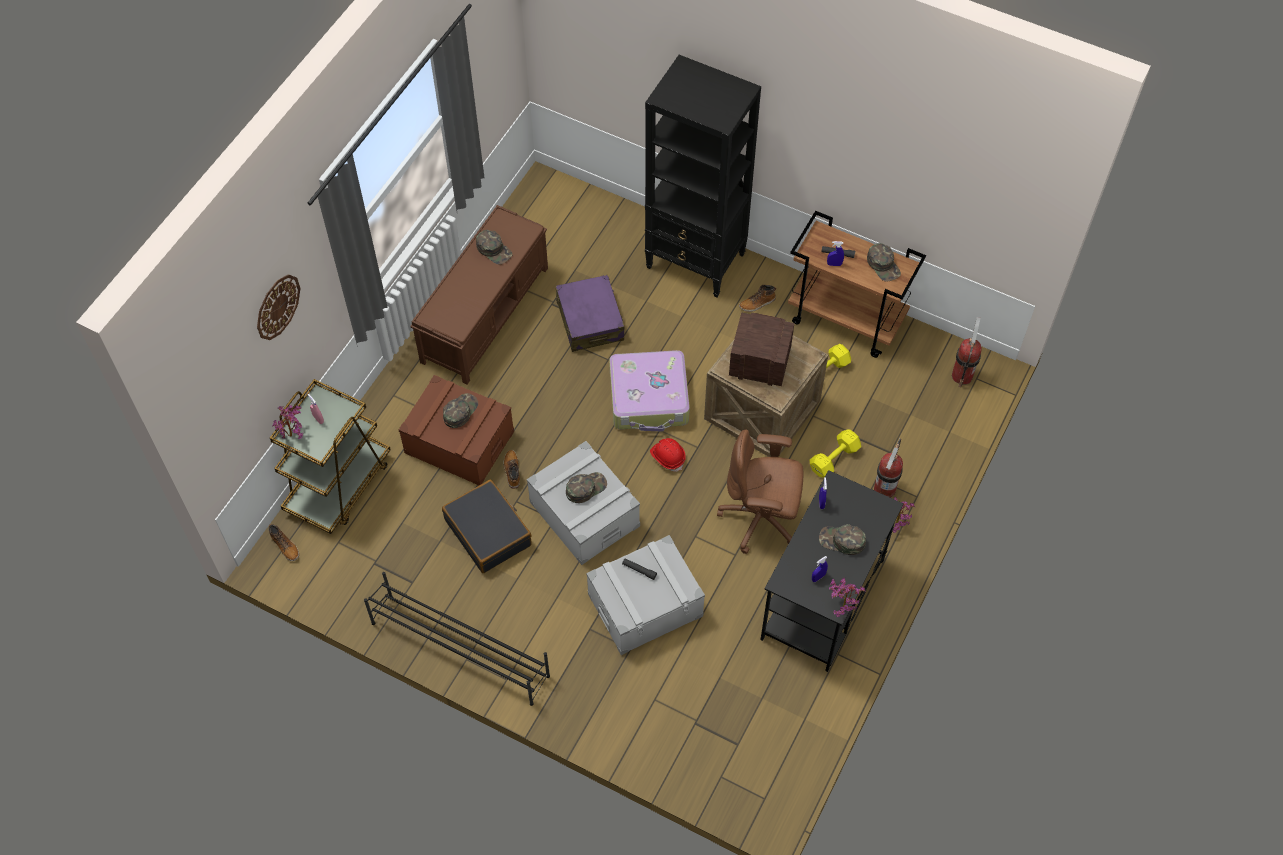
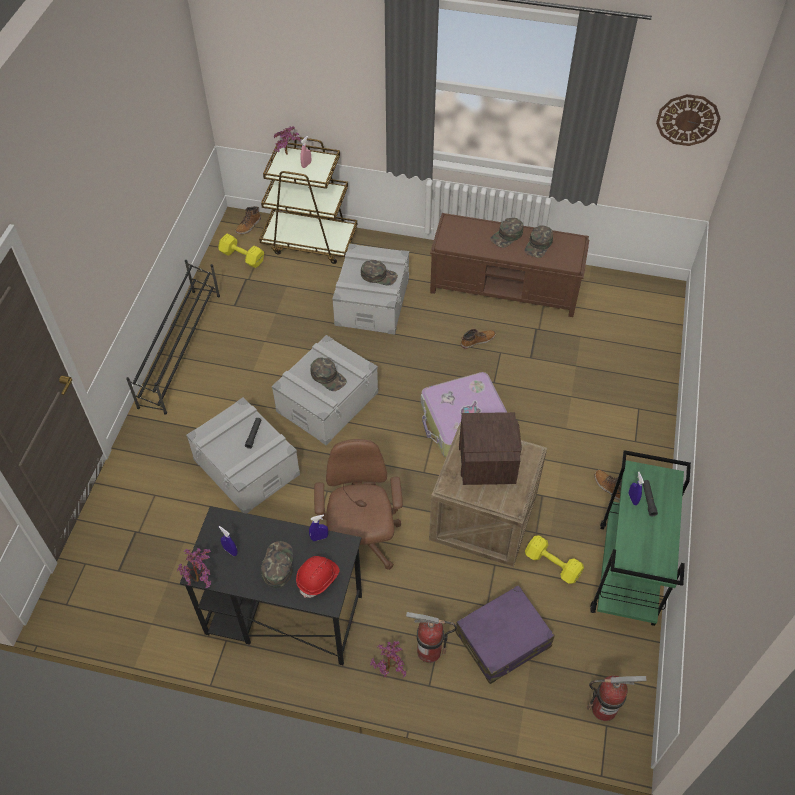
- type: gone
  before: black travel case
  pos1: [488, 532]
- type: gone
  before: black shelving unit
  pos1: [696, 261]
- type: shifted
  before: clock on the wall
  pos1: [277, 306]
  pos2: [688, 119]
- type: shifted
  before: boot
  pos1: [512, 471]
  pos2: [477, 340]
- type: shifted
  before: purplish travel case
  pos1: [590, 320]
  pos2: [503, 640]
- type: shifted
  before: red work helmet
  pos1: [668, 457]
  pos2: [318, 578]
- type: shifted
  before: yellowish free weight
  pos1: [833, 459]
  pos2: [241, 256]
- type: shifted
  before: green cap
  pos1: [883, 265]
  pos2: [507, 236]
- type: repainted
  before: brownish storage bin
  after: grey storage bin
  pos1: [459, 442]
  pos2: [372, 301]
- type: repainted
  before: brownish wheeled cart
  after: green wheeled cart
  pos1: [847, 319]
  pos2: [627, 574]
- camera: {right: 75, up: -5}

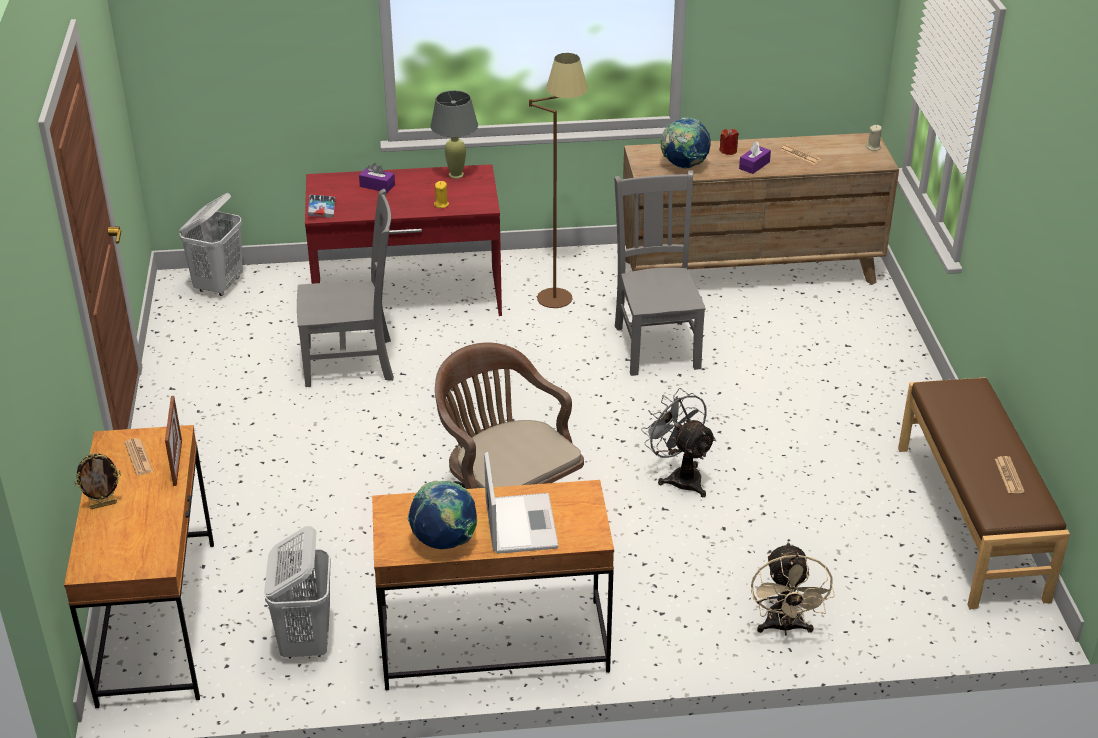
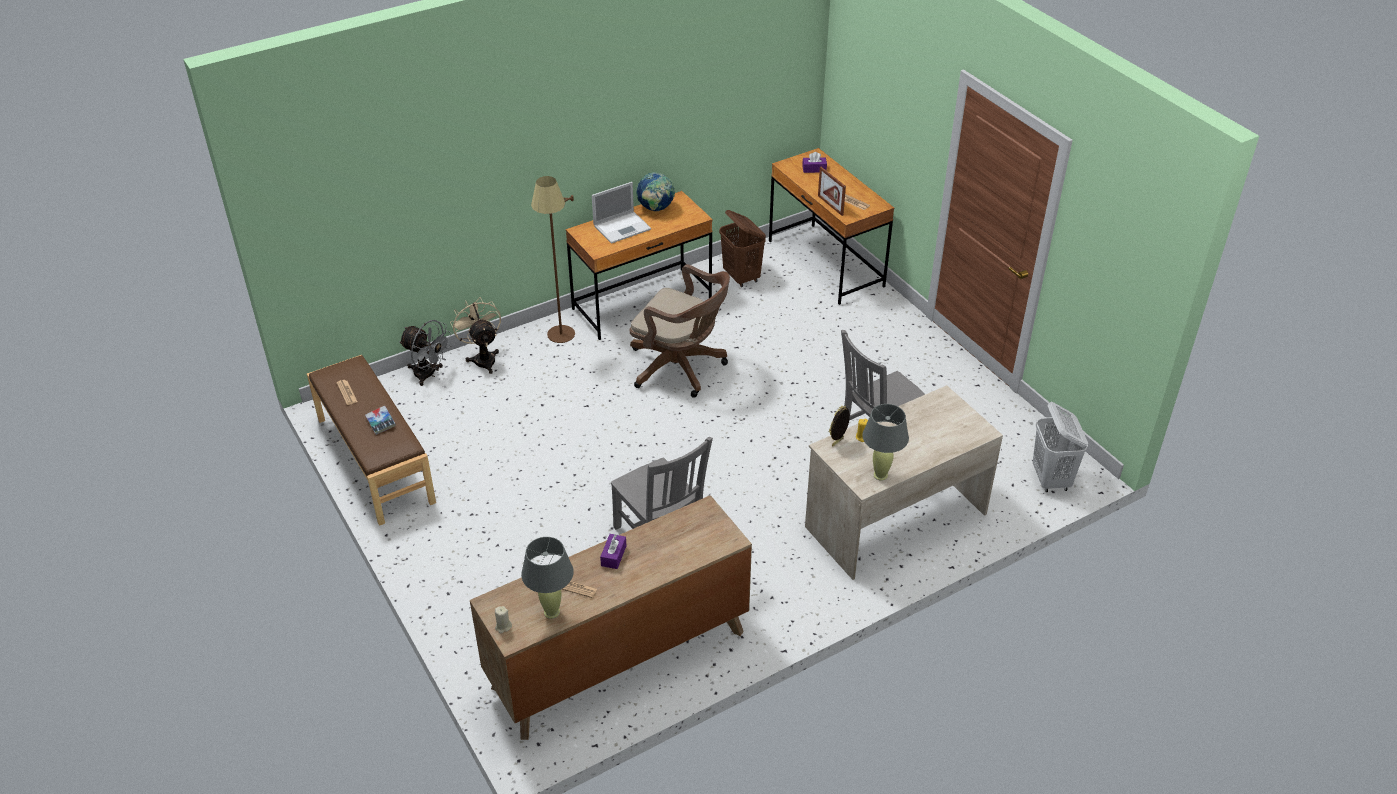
- type: gone
  before: globe
  pos1: [684, 166]
- type: gone
  before: red wax candle
  pos1: [728, 151]
- type: new
  after: grey lamp for a table
  pos2: [551, 612]
- type: shifted
  before: standing frame
  pos1: [103, 505]
  pos2: [838, 442]
- type: shifted
  before: book
  pos1: [322, 209]
  pos2: [380, 422]
- type: shifted
  before: purplish tissue box
  pos1: [377, 186]
  pos2: [814, 169]
- type: shifted
  before: brownish standard lamp
  pos1: [559, 289]
  pos2: [562, 342]
- type: shifted
  before: grey fan
  pos1: [680, 476]
  pos2: [429, 375]
- type: repainted
  before: white-coloured washing basket
  after: brownish washing basket
  pos1: [306, 641]
  pos2: [741, 277]
- type: repainted
  before: red desk unit
  after: beige desk unit
  pos1: [408, 297]
  pos2: [895, 519]
- type: rotated
  before: notebook computer
  pos1: [520, 523]
  pos2: [623, 227]
  turn: -90
- camera: {right: 155, up: 5}

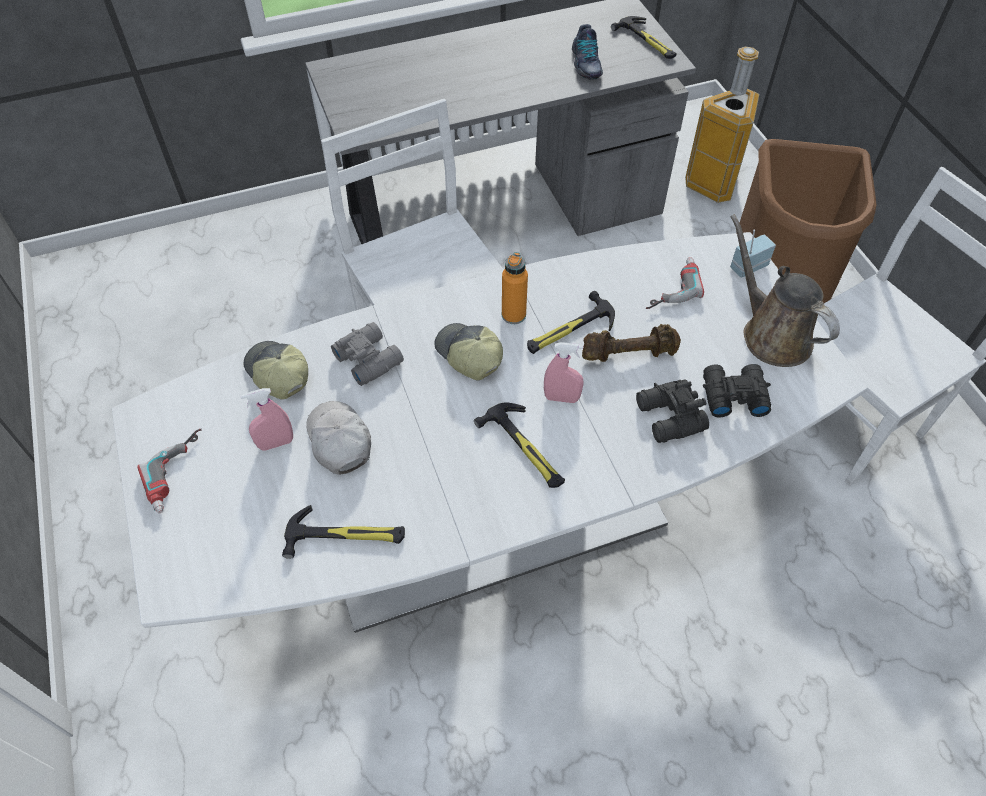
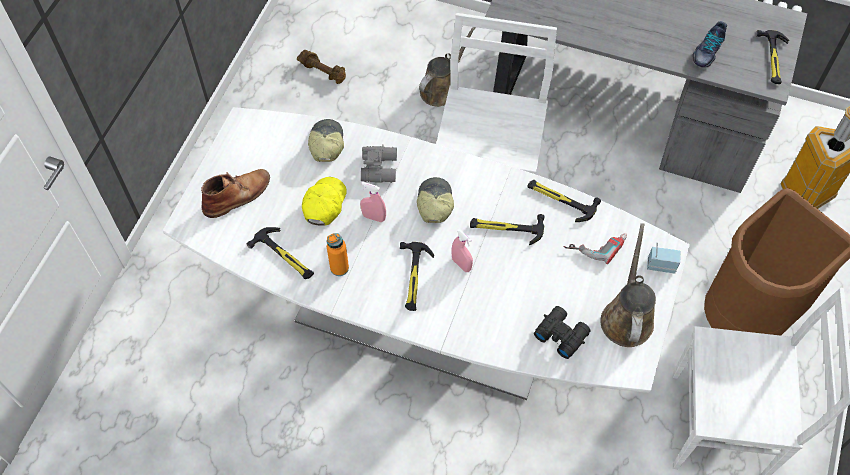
- type: gone
  before: power drill
  pos1: [180, 474]
- type: gone
  before: black binoculars
  pos1: [669, 418]
- type: new
  after: brownish boot
  pos2: [238, 195]
- type: new
  after: brownish sprinkling can
  pos2: [442, 88]
- type: new
  after: tool hammer
  pos2: [561, 200]
- type: shifted
  before: pink-coloured hand sprayer
  pos1: [276, 443]
  pos2: [374, 217]
- type: shifted
  before: orange drink bottle
  pos1: [513, 315]
  pos2: [339, 268]
- type: shifted
  before: brownish free weight
  pos1: [628, 353]
  pos2: [323, 71]
- type: repainted
  before: white-coloured cap
  after: yellowish cap
  pos1: [339, 441]
  pos2: [324, 204]
- camera: {right: 40, up: 5}

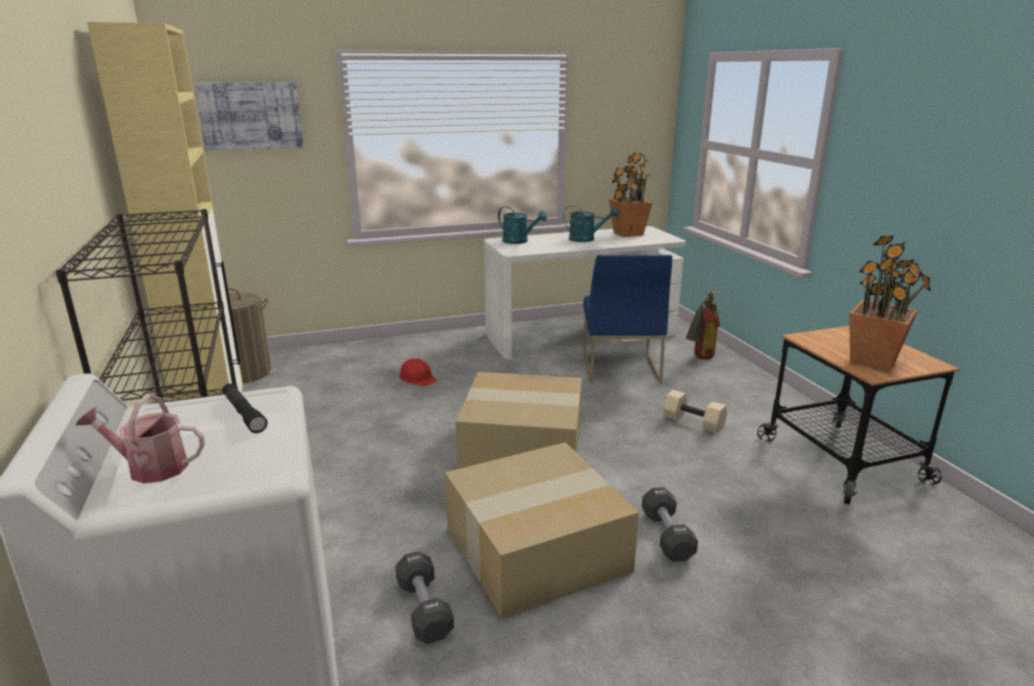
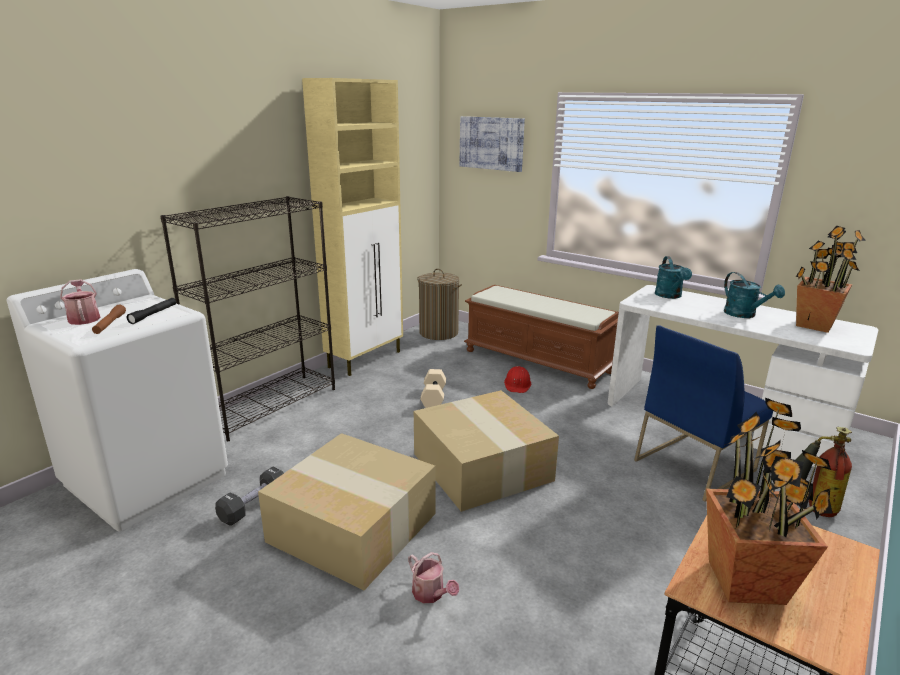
- type: new
  after: brownish hand torch
  pos2: [110, 324]
- type: new
  after: brownish bench
  pos2: [538, 361]
- type: shifted
  before: beige free weight
  pos1: [692, 422]
  pos2: [433, 397]
- type: swapped
  before: black free weight
  after: sprinkling can
  pos1: [667, 536]
  pos2: [431, 594]
- camera: {right: 55, up: 0}

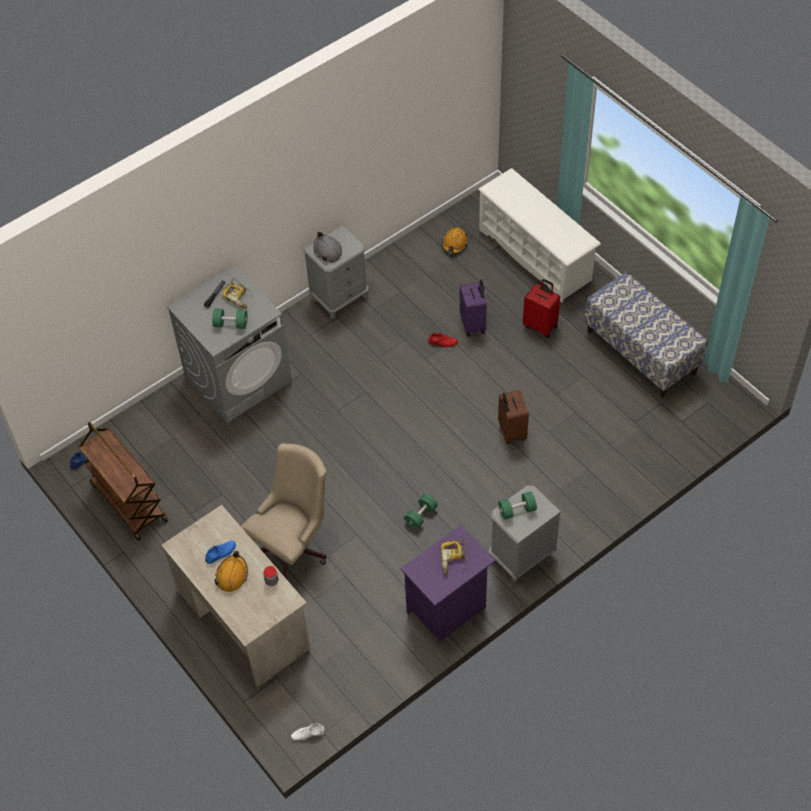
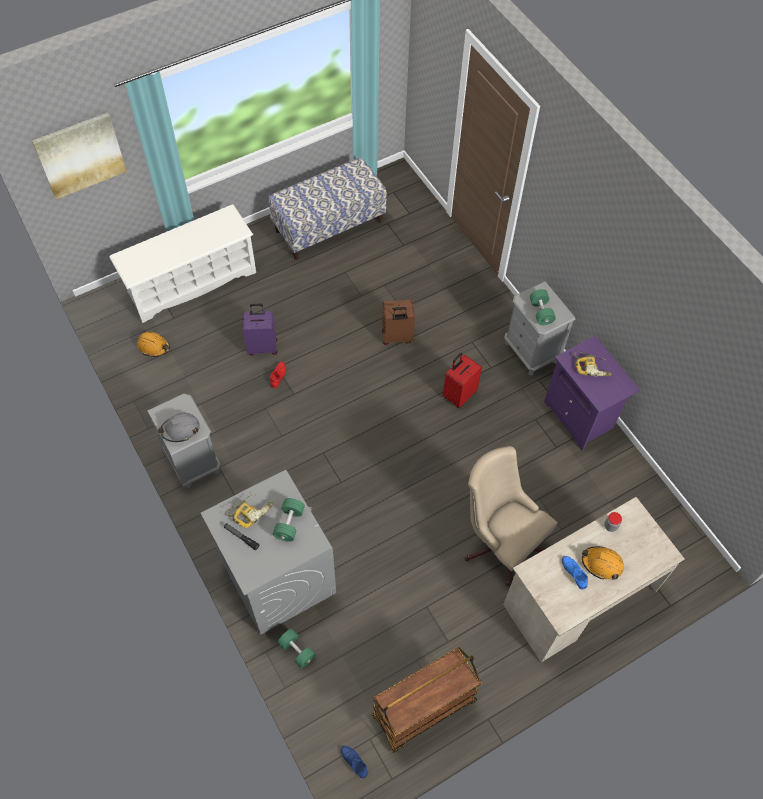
- type: gone
  before: white-coloured item of footwear
  pos1: [308, 734]
- type: new
  after: wall art
  pos2: [80, 155]
- type: shifted
  before: green free weight
  pos1: [421, 516]
  pos2: [297, 651]
- type: shifted
  before: red travel case
  pos1: [541, 326]
  pos2: [459, 394]
- camera: {right: -85, up: 5}

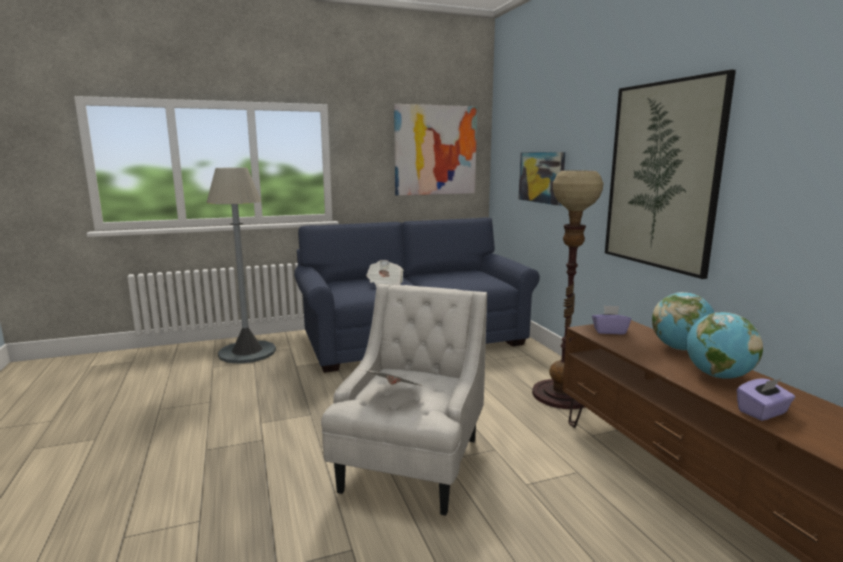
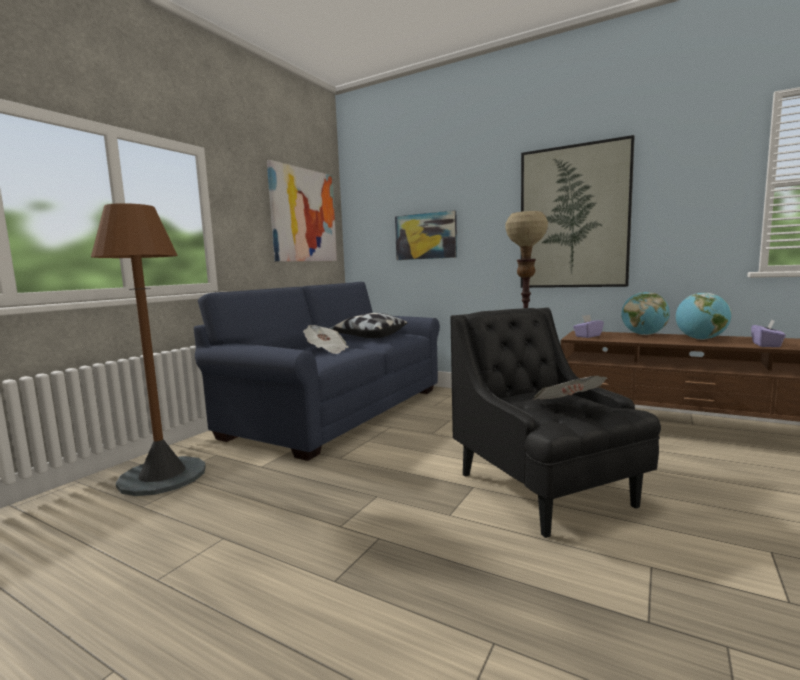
- type: new
  after: pillow
  pos2: [369, 337]
- type: repainted
  before: grey standard lamp
  after: brownish standard lamp
  pos1: [247, 352]
  pos2: [162, 476]
- type: repainted
  before: white-coloured armchair
  after: black armchair
  pos1: [411, 465]
  pos2: [545, 490]
- camera: {right: -40, up: -5}

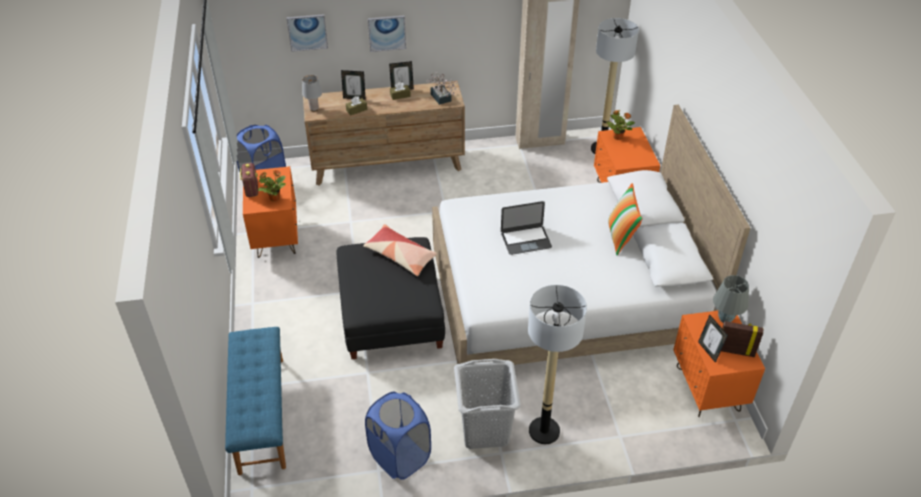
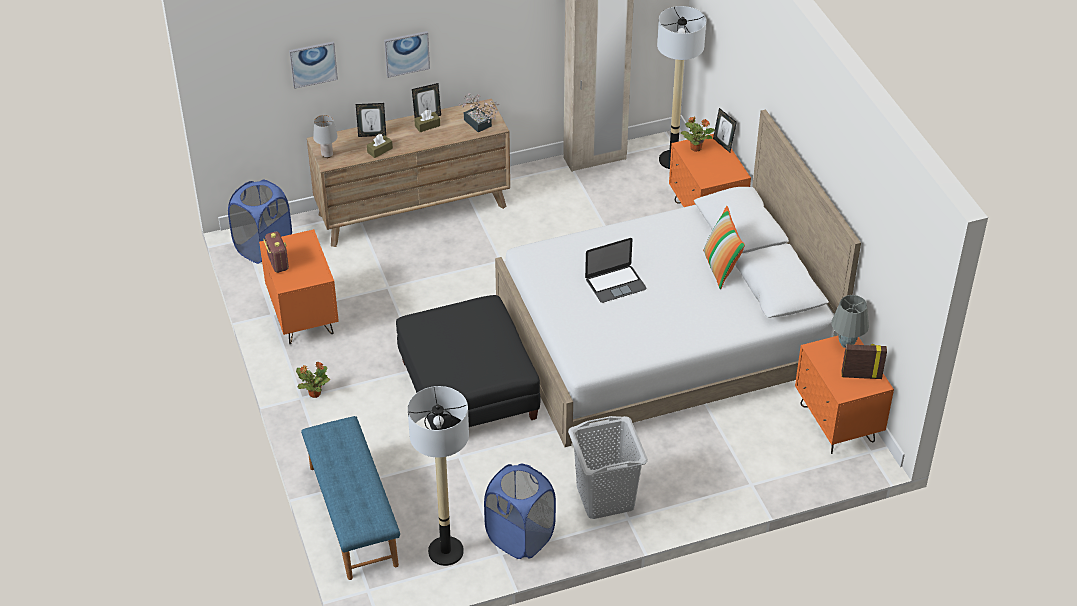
- type: gone
  before: pillow
  pos1: [400, 256]
- type: shifted
  before: houseplant
  pos1: [274, 198]
  pos2: [314, 393]
- type: shifted
  before: standard lamp
  pos1: [544, 431]
  pos2: [446, 551]
- type: shifted
  before: standing frame
  pos1: [708, 351]
  pos2: [723, 144]
- camera: {right: -10, up: 0}

